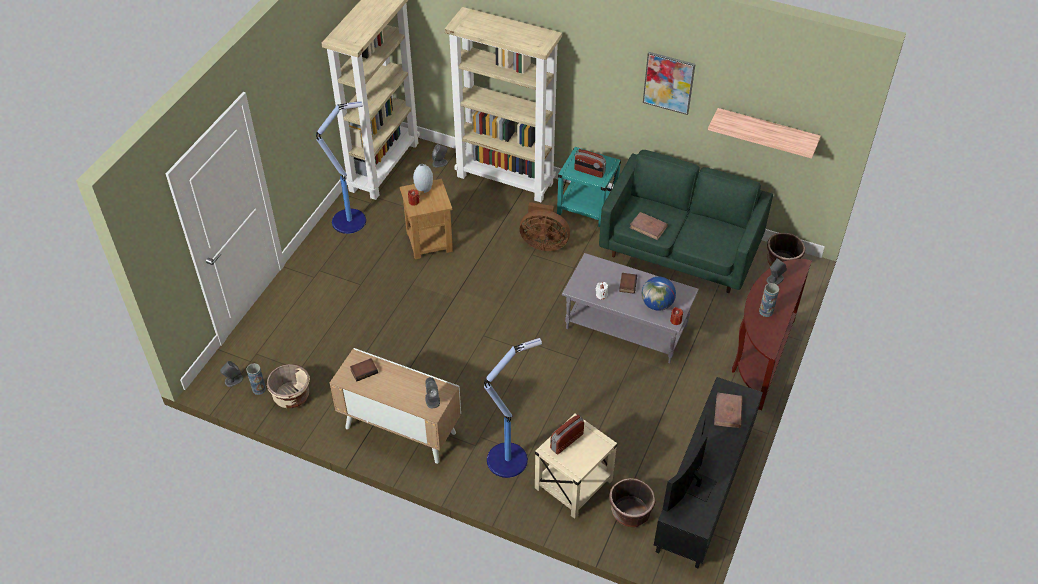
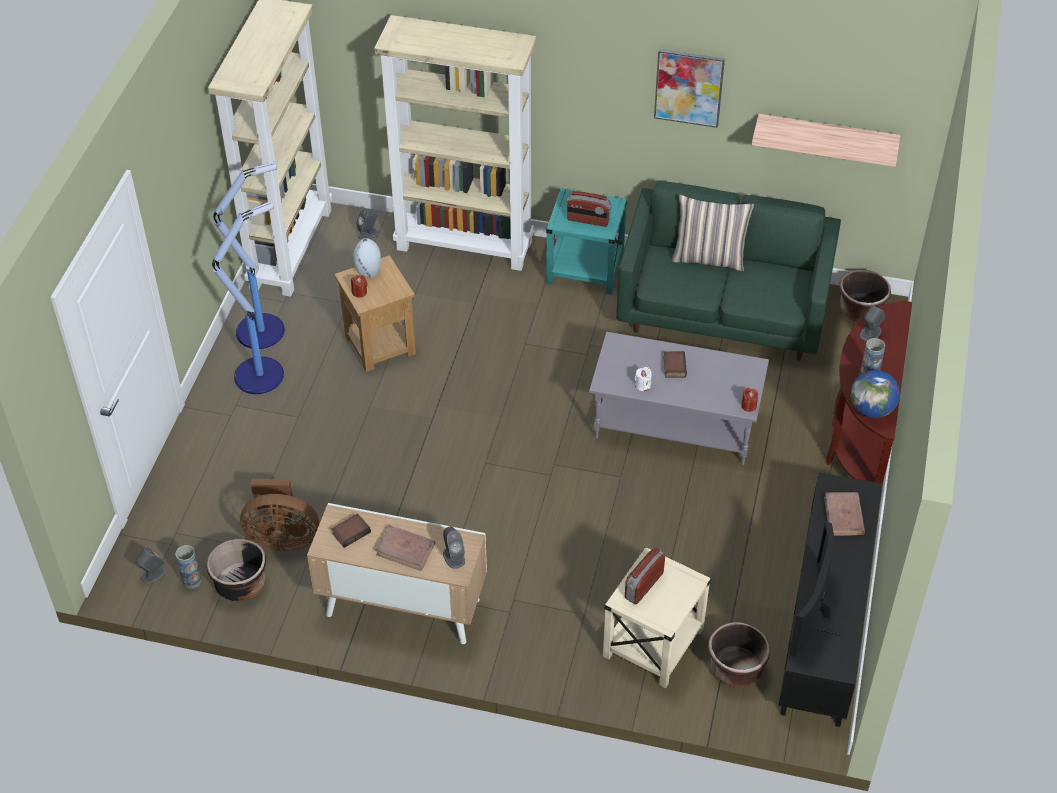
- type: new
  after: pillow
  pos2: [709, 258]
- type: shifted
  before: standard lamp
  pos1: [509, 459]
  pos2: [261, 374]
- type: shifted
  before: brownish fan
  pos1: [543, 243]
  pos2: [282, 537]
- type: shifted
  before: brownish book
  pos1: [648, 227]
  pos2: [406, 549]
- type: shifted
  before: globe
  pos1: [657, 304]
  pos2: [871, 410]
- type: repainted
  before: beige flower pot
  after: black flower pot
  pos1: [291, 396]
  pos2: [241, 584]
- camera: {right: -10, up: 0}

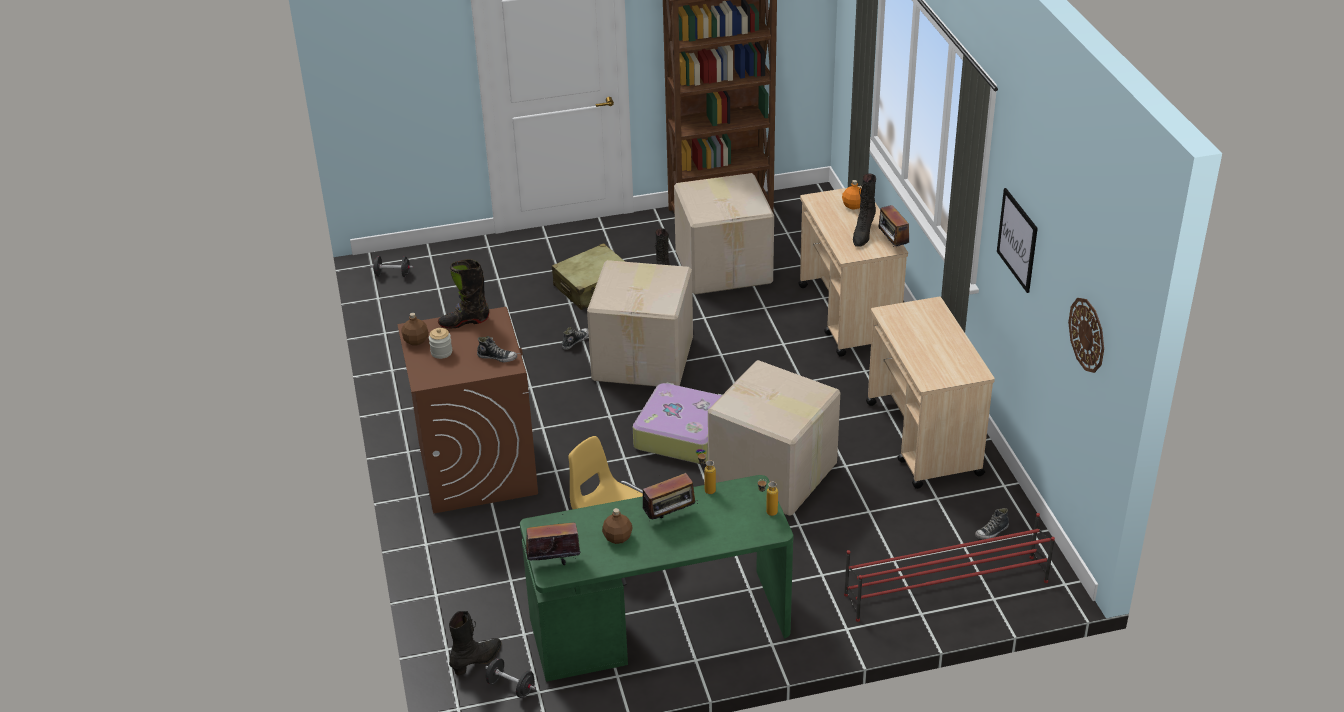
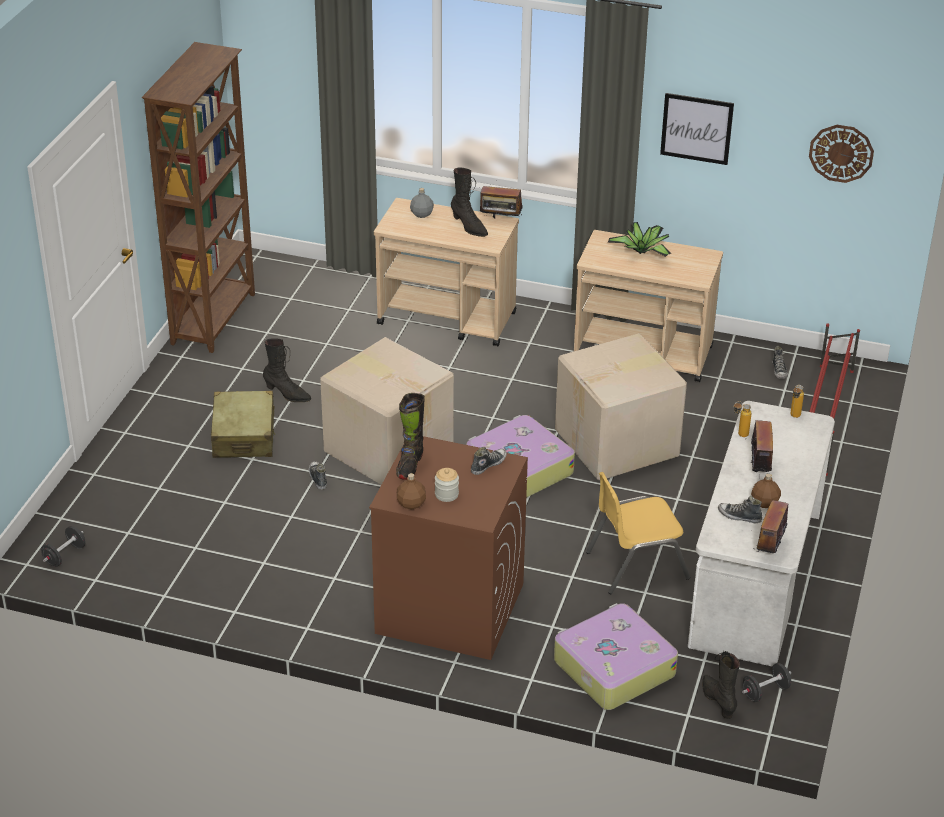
- type: gone
  before: packing box
  pos1: [724, 266]
- type: new
  after: travel case
  pos2: [612, 667]
- type: new
  after: houseplant
  pos2: [642, 251]
- type: new
  after: item of footwear
  pos2: [739, 516]
- type: repainted
  before: green desk unit
  after: white-coloured desk unit
  pos1: [659, 627]
  pos2: [756, 579]
- type: repainted
  before: orange drink bottle
  after: grey drink bottle
  pos1: [853, 206]
  pos2: [421, 214]
- camera: {right: -60, up: 0}

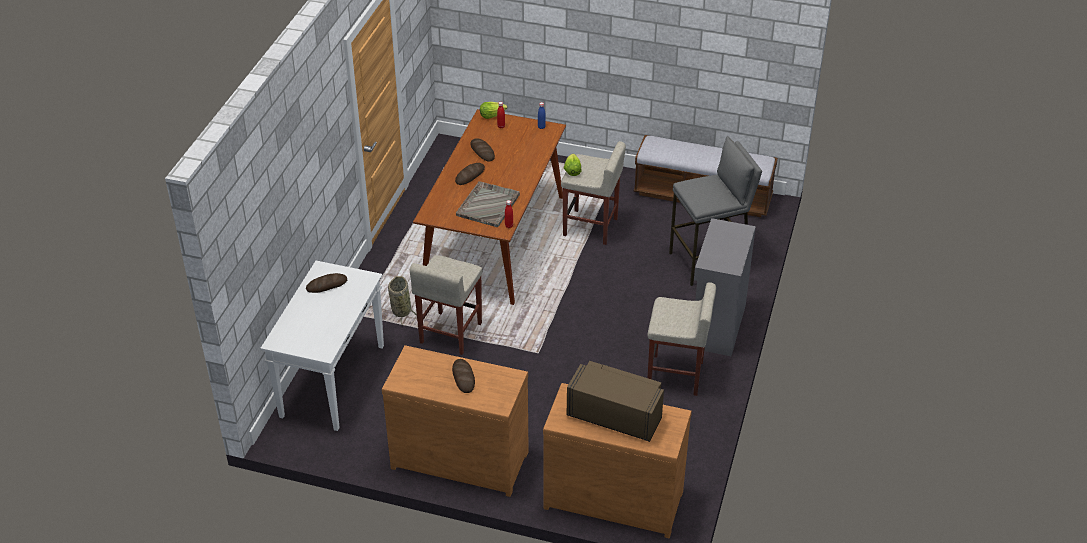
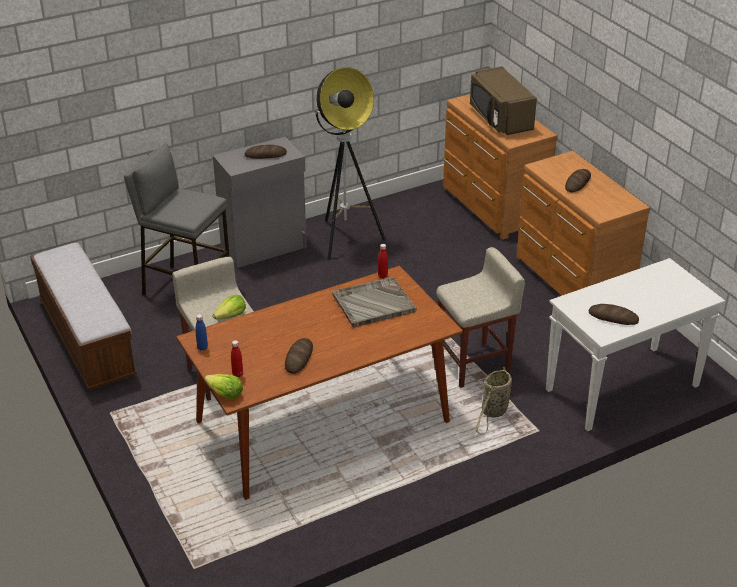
- type: shifted
  before: bakery bread
  pos1: [470, 175]
  pos2: [265, 155]
- type: swapped
  before: beige stool
  after: standard lamp
  pos1: [676, 375]
  pos2: [345, 238]
- camera: {right: -135, up: -5}

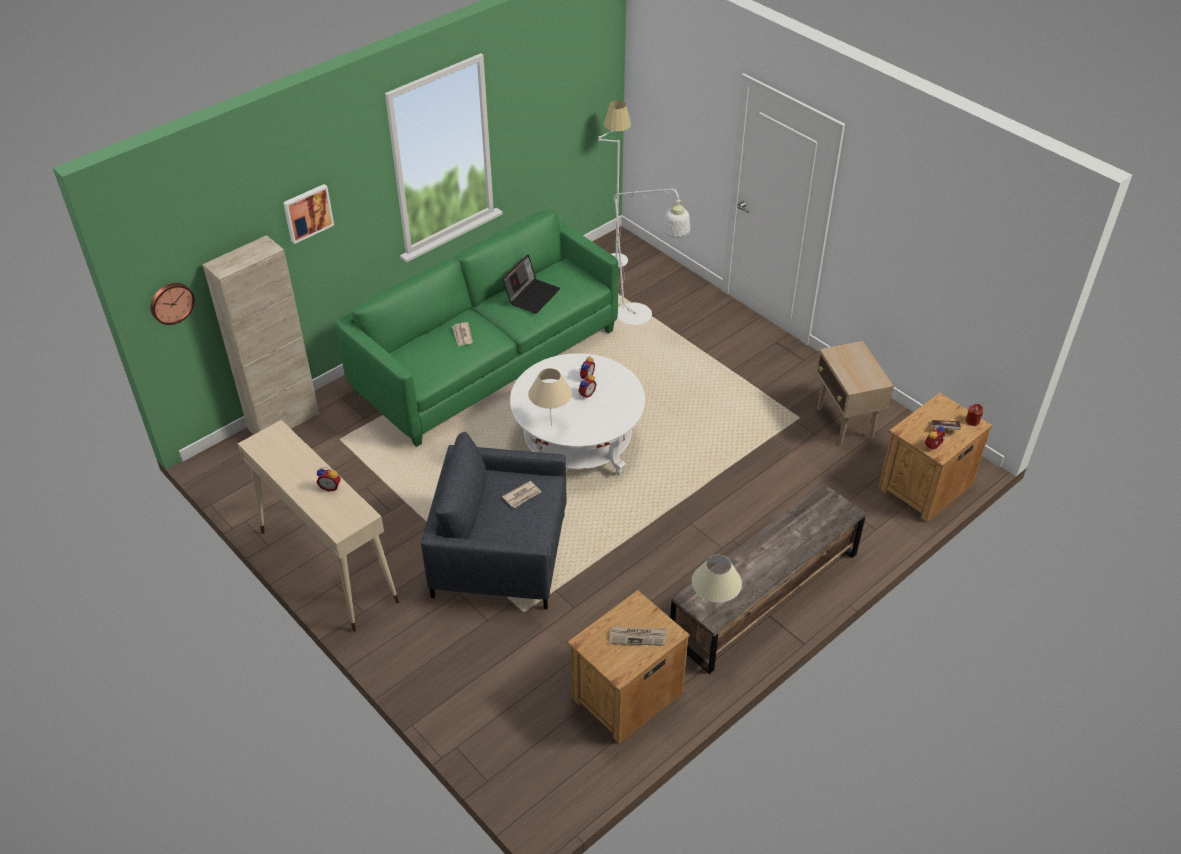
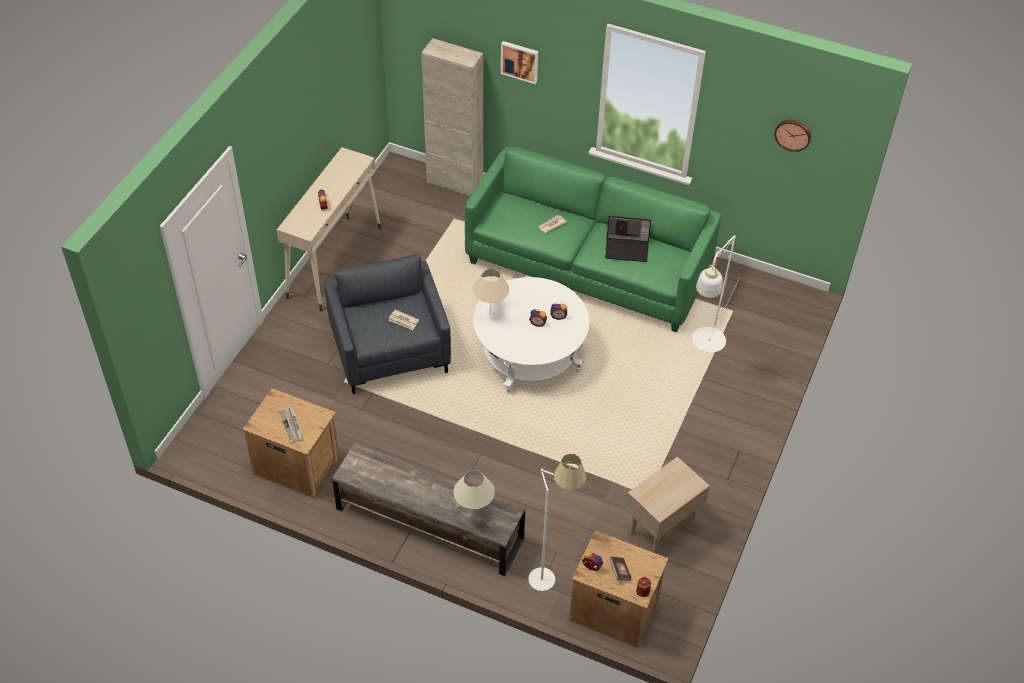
- type: shifted
  before: clock on the wall
  pos1: [171, 302]
  pos2: [793, 134]
- type: shifted
  before: white-coloured standard lamp
  pos1: [614, 253]
  pos2: [552, 573]
- type: shifted
  before: beige lamp for a table
  pos1: [712, 613]
  pos2: [474, 515]
- camera: {right: 65, up: 5}

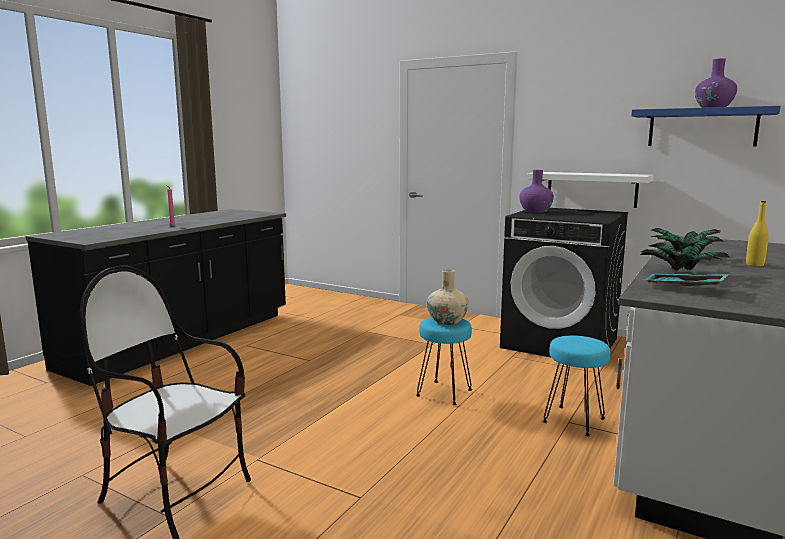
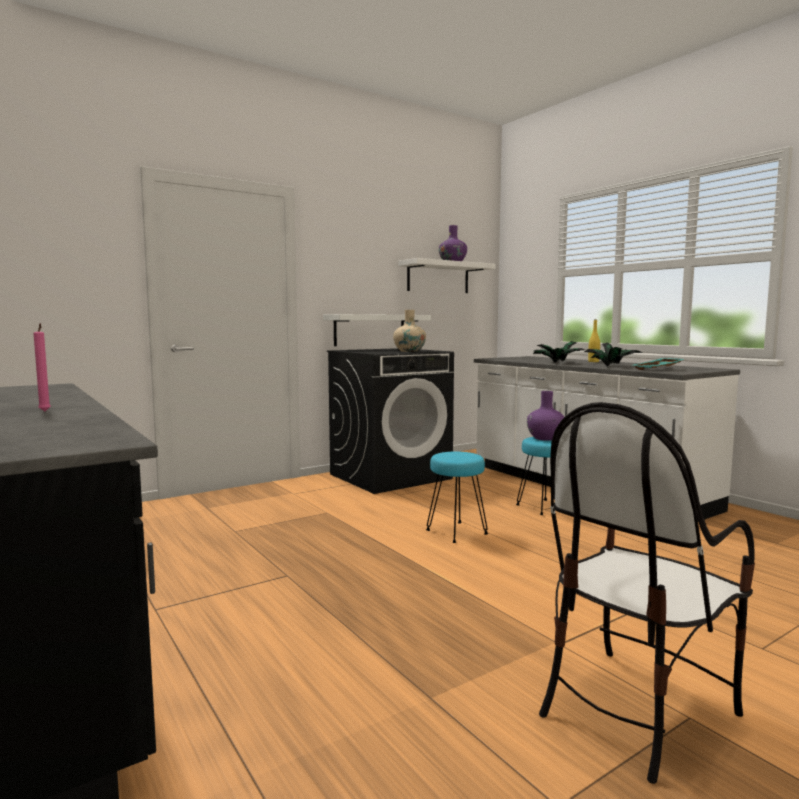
- type: shifted
  before: beige decorative vase
  pos1: [447, 321]
  pos2: [409, 351]
- type: shifted
  before: purplish decorative vase
  pos1: [535, 211]
  pos2: [545, 438]
- type: repainted
  before: blue shelf
  after: white-coloured shelf
  pos1: [702, 128]
  pos2: [438, 277]
- camera: {right: -65, up: -5}

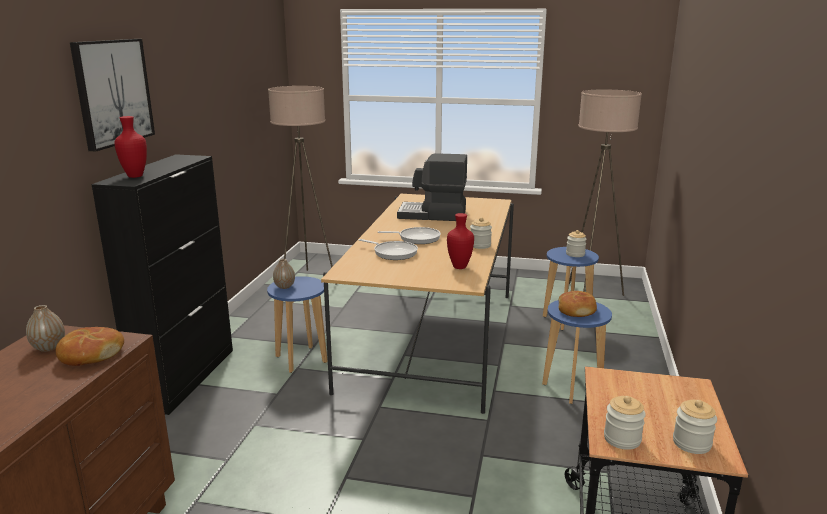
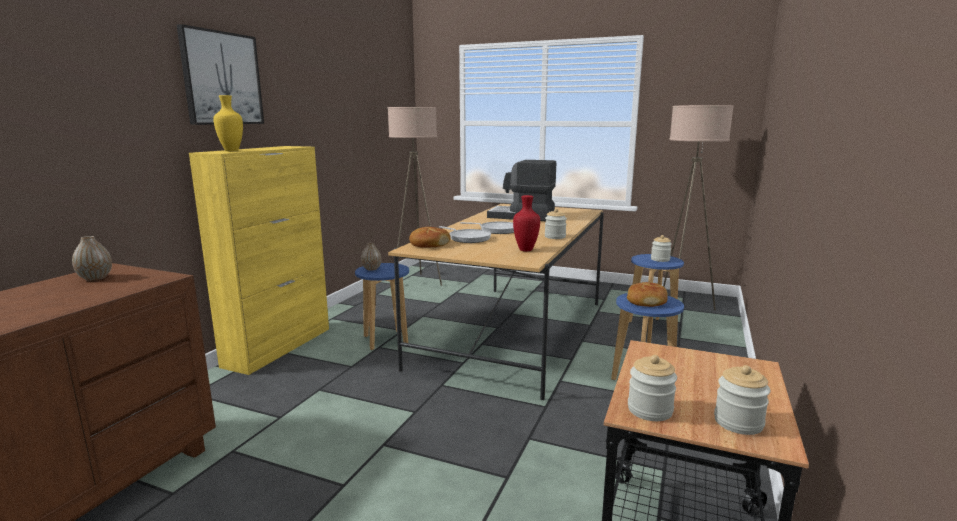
- type: shifted
  before: bakery bread
  pos1: [90, 355]
  pos2: [429, 244]
- type: repainted
  before: black cabinet
  after: yellowish cabinet
  pos1: [186, 377]
  pos2: [279, 346]
- type: repainted
  before: red decorative vase
  after: yellowish decorative vase
  pos1: [134, 176]
  pos2: [231, 150]
- camera: {right: 10, up: -5}

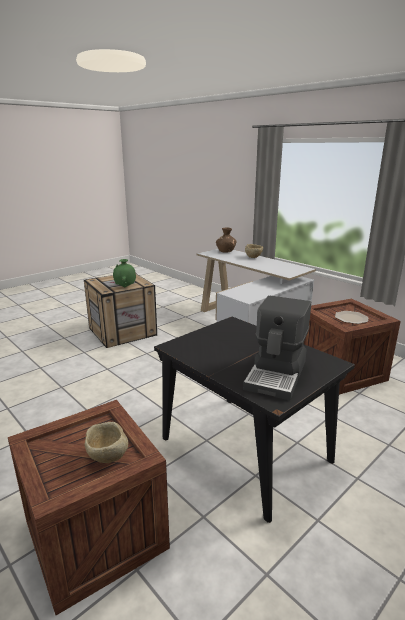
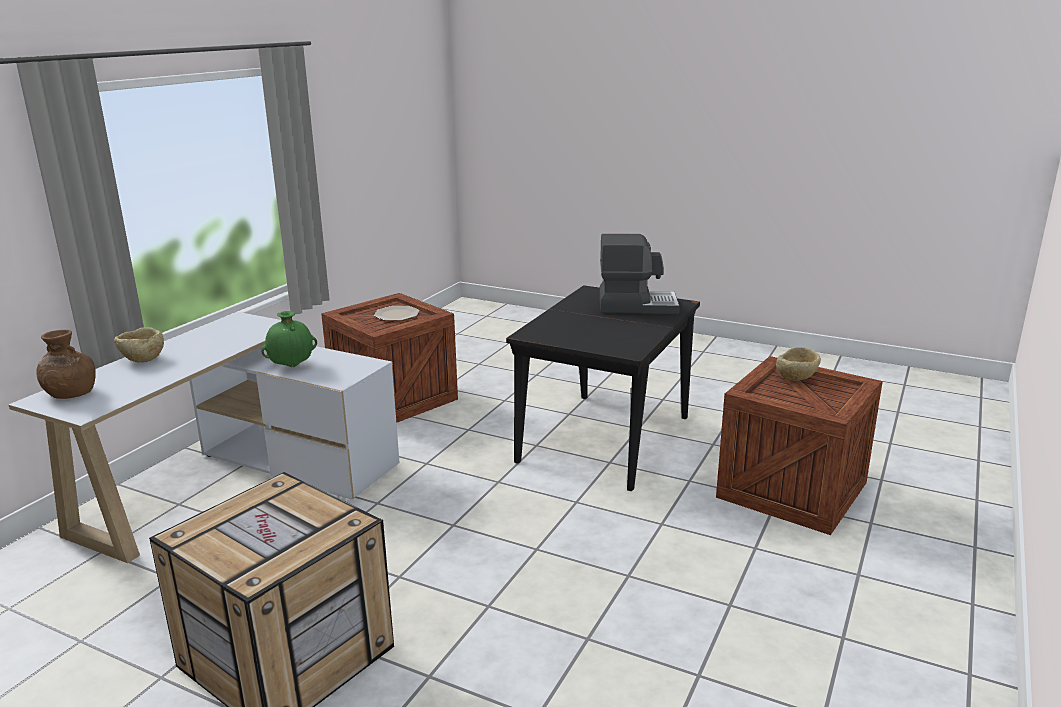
- type: shifted
  before: green decorative vase
  pos1: [125, 287]
  pos2: [292, 366]
- camera: {right: -110, up: 0}

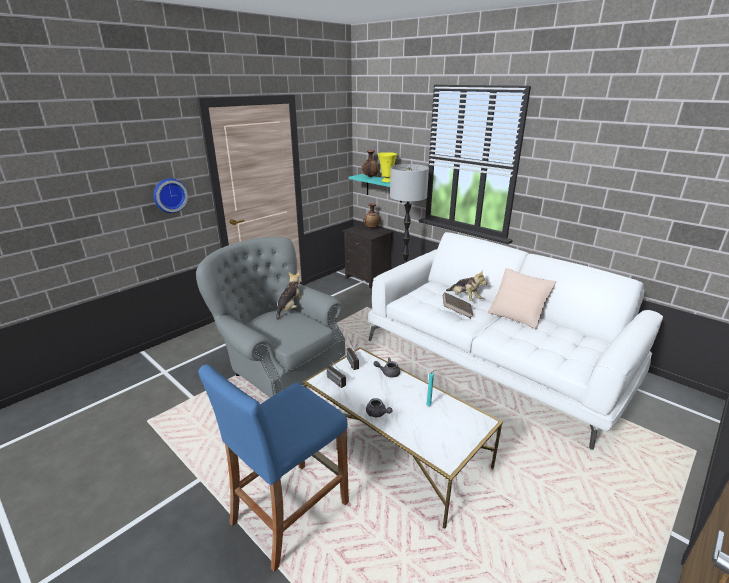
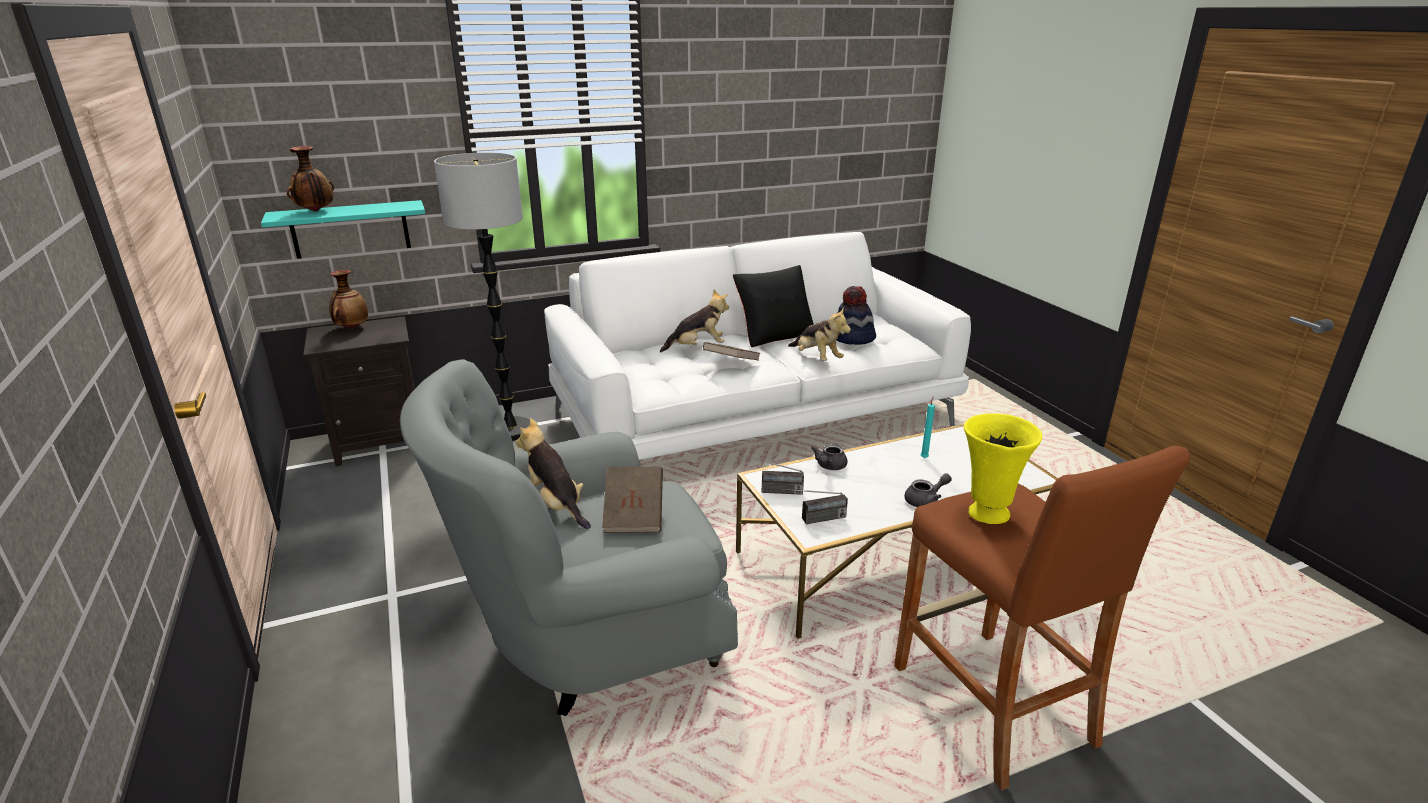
- type: gone
  before: clock on the wall
  pos1: [169, 195]
- type: new
  after: brownish book
  pos2: [634, 515]
- type: new
  after: cuddly toy
  pos2: [816, 358]
- type: new
  after: clothing hat
  pos2: [853, 339]
- type: shifted
  before: yellowish decorative vase
  pos1: [386, 181]
  pos2: [986, 514]
- type: repainted
  before: blue stool
  after: brownish stool
  pos1: [290, 512]
  pos2: [991, 704]
- type: repainted
  before: beige pillow
  after: black pillow
  pos1: [517, 315]
  pos2: [775, 334]
- camera: {right: -65, up: 0}

